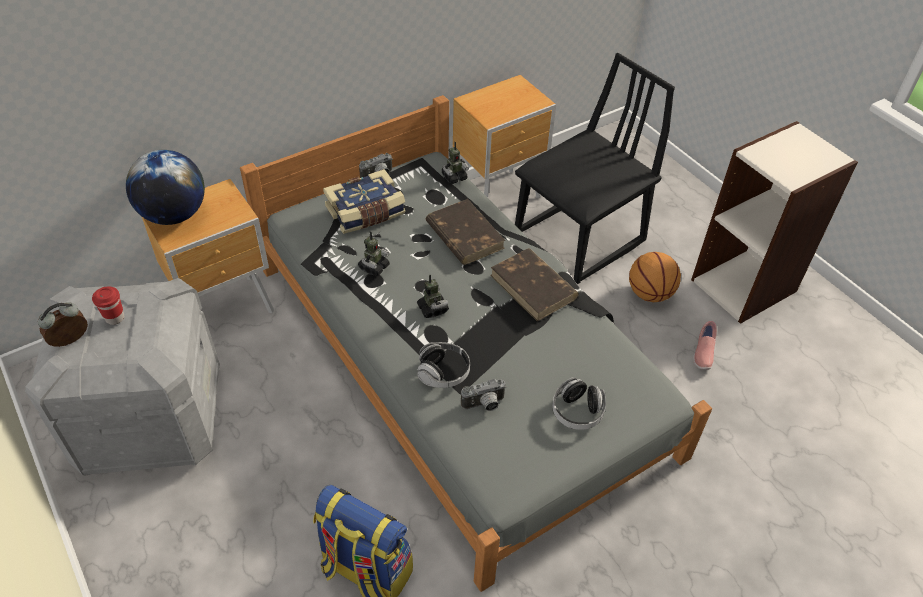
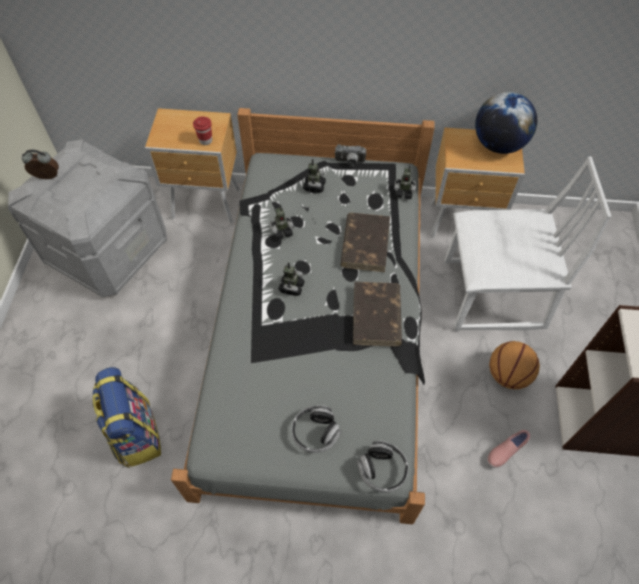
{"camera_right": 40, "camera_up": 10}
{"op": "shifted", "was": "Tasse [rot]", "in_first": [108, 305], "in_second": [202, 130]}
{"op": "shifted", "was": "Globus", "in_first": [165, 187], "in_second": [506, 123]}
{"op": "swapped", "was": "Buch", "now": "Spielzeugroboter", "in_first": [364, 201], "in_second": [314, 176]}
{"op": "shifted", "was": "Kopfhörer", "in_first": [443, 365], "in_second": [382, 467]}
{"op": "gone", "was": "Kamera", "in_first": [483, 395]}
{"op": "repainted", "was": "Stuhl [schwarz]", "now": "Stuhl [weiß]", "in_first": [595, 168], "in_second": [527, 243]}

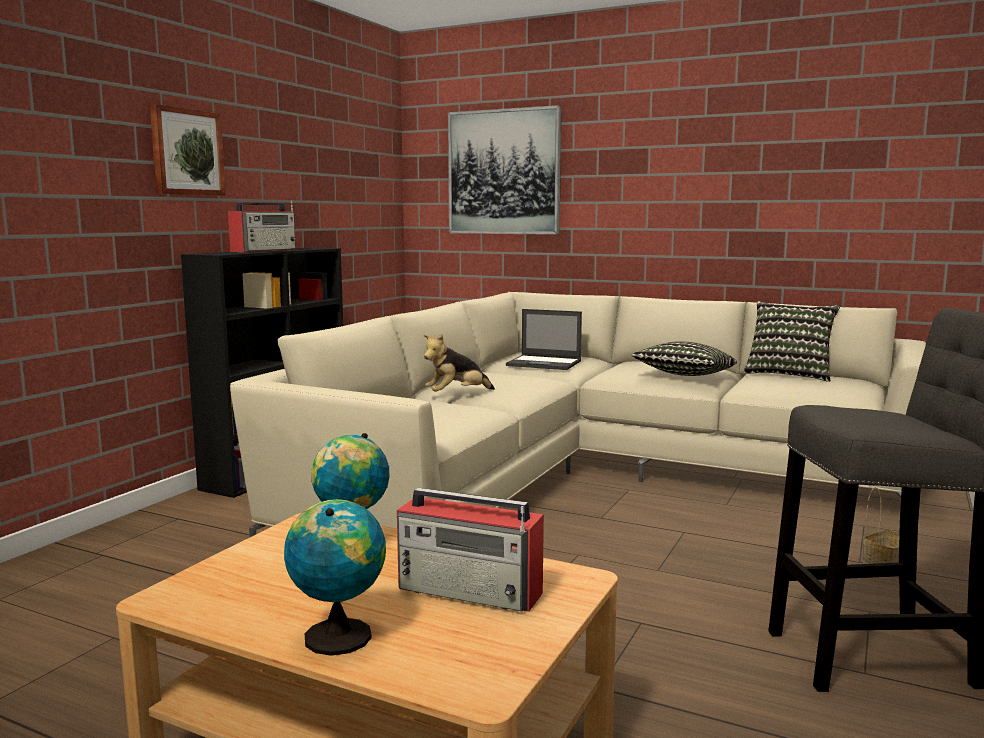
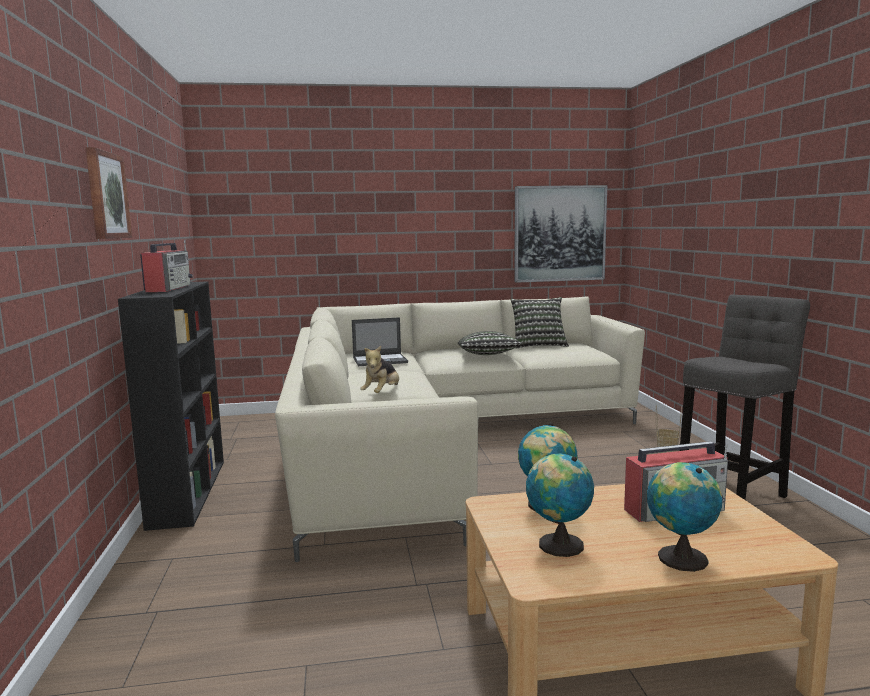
{"camera_right": -35, "camera_up": 0}
{"op": "shifted", "was": "Bild", "in_first": [505, 170], "in_second": [560, 234]}
{"op": "new", "now": "Globus", "in_second": [560, 505]}

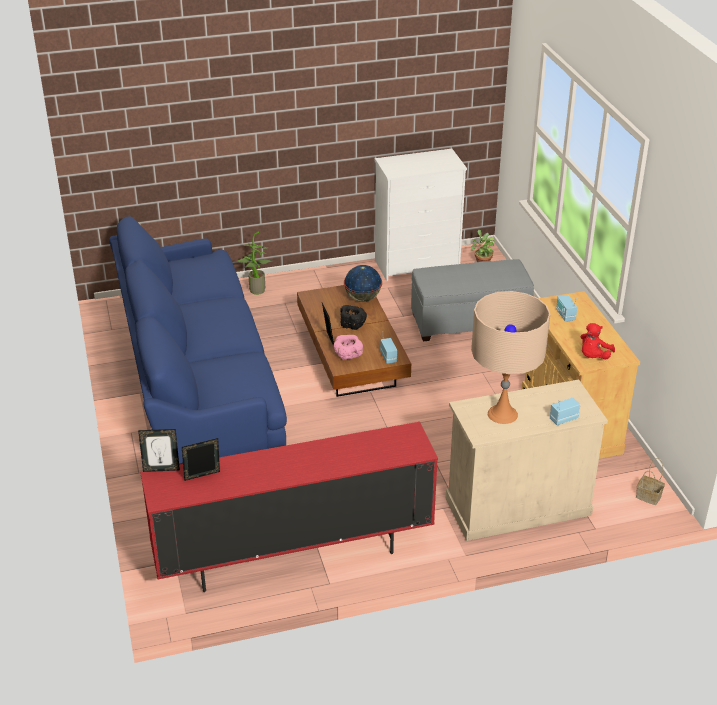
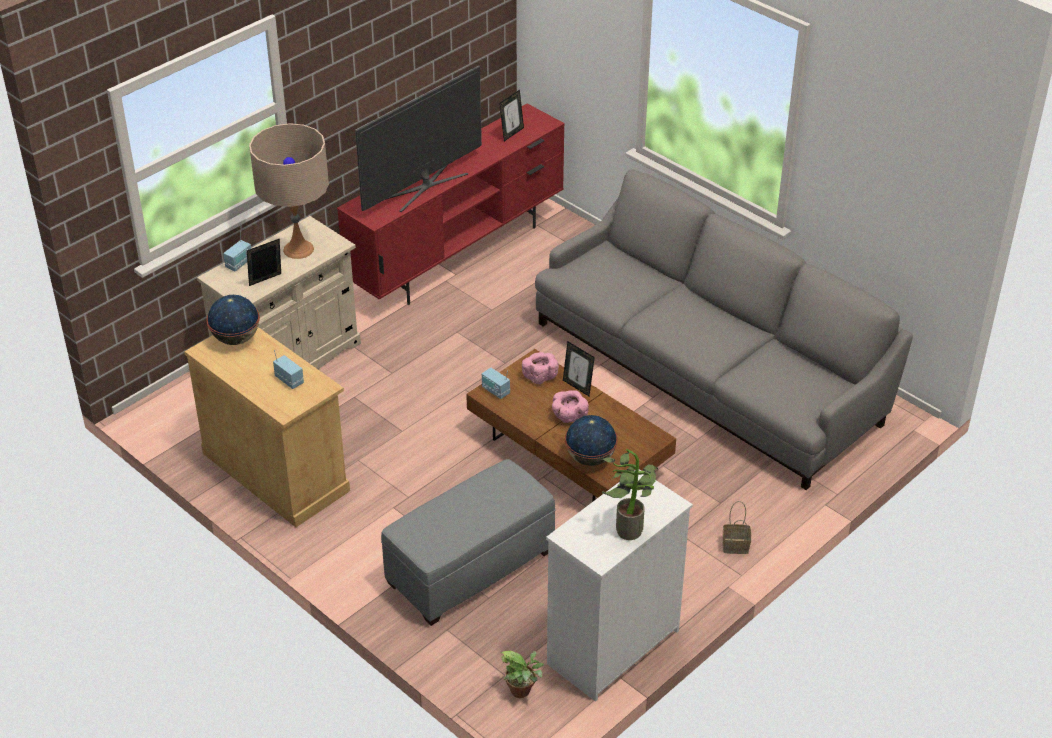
{"camera_right": 150, "camera_up": 5}
{"op": "repainted", "was": "Sofa [blau]", "now": "Sofa [grau]", "in_first": [198, 340], "in_second": [724, 329]}
{"op": "shifted", "was": "Bilderrahmen", "in_first": [159, 450], "in_second": [264, 262]}
{"op": "shifted", "was": "Topfpflanze", "in_first": [253, 263], "in_second": [629, 494]}
{"op": "repainted", "was": "Schüssel [schwarz]", "now": "Schüssel [rosa]", "in_first": [353, 317], "in_second": [570, 406]}
{"op": "swapped", "was": "Plüschtier [rot]", "now": "Globus", "in_first": [598, 341], "in_second": [233, 320]}
{"op": "shifted", "was": "Korb", "in_first": [650, 481], "in_second": [737, 527]}
{"op": "new", "now": "Fernseher", "in_second": [418, 139]}

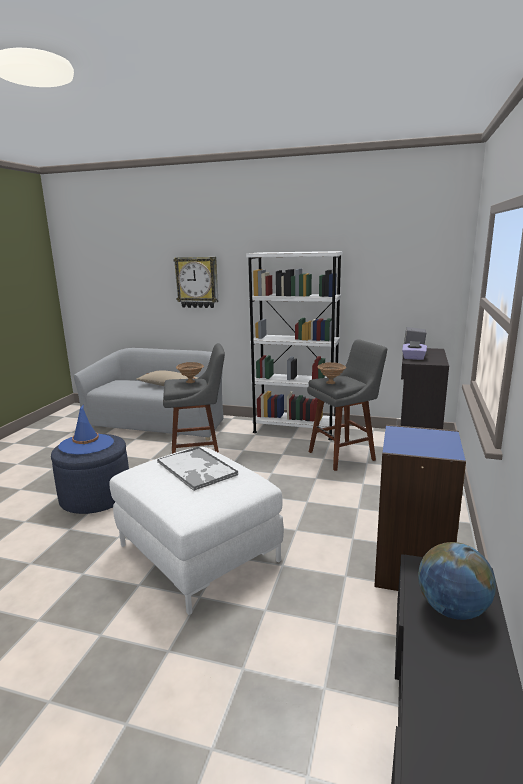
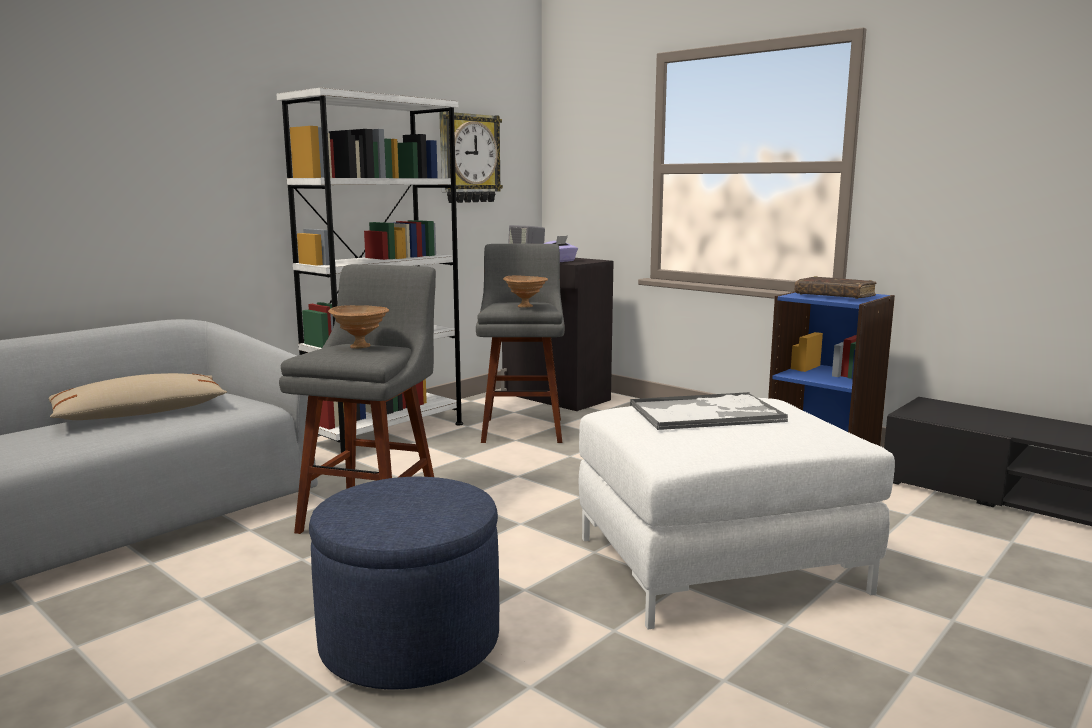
{"camera_right": -65, "camera_up": -5}
{"op": "gone", "was": "Hut [blau]", "in_first": [86, 429]}
{"op": "shifted", "was": "Wanduhr", "in_first": [195, 282], "in_second": [471, 157]}
{"op": "gone", "was": "Globus", "in_first": [457, 581]}
{"op": "new", "now": "Buch [braun]", "in_second": [835, 287]}

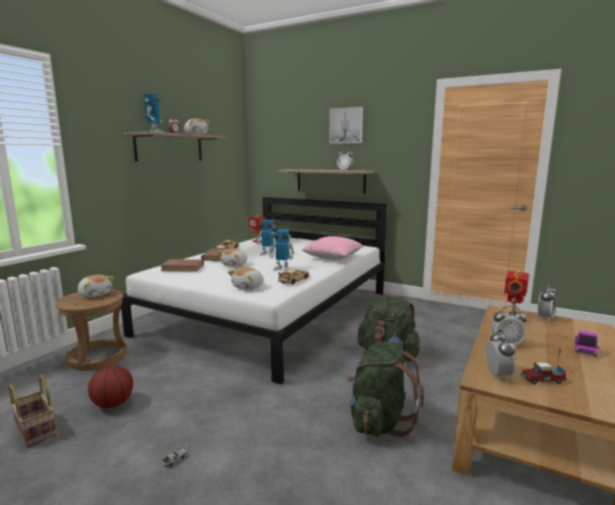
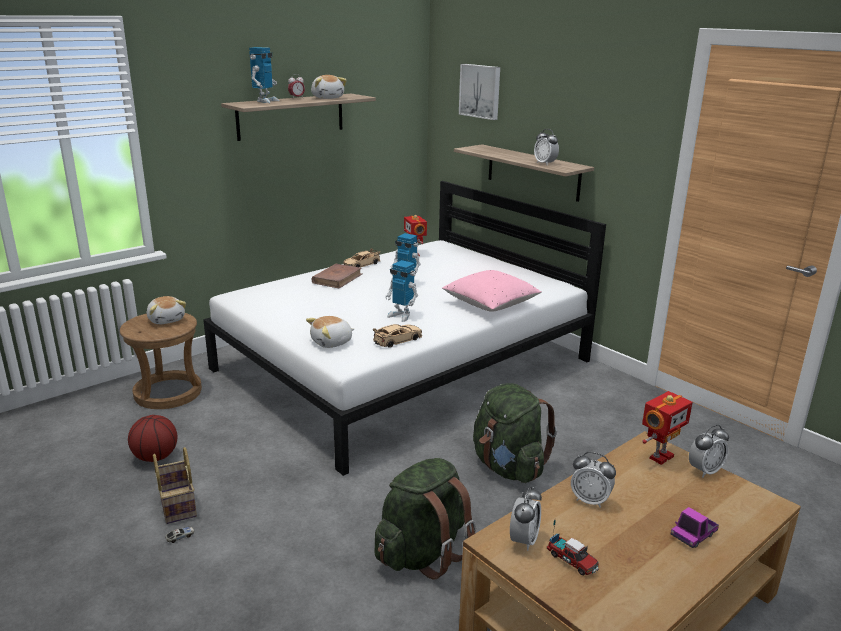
{"camera_right": 20, "camera_up": 10}
{"op": "shifted", "was": "Korb", "in_first": [33, 411], "in_second": [175, 485]}
{"op": "gone", "was": "Buch [braun]", "in_first": [182, 265]}
{"op": "gone", "was": "Plüschtier", "in_first": [232, 257]}
{"op": "shifted", "was": "Bild", "in_first": [346, 125], "in_second": [479, 92]}
{"op": "rotated", "was": "Spielzeuglaster", "in_first": [544, 366], "in_second": [573, 547], "clockwise": -150}

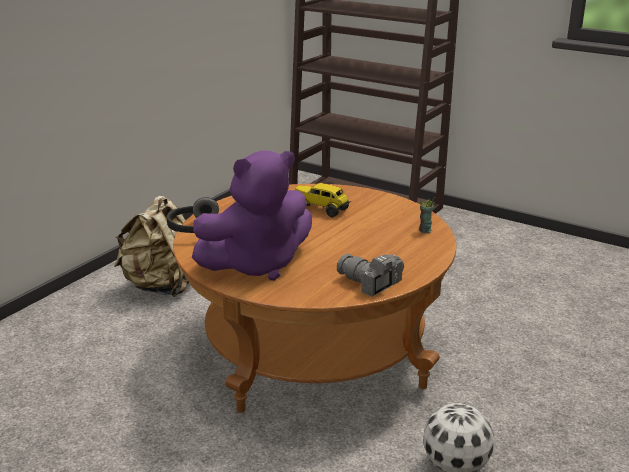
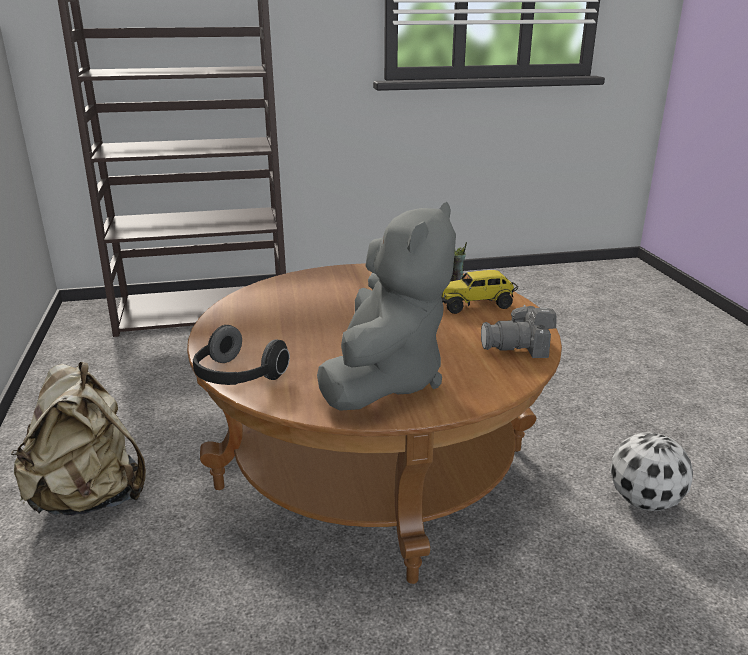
{"camera_right": -45, "camera_up": 0}
{"op": "repainted", "was": "Plüschtier [lila]", "now": "Plüschtier [grau]", "in_first": [252, 215], "in_second": [386, 306]}
{"op": "shifted", "was": "Spielzeuglaster", "in_first": [323, 200], "in_second": [479, 292]}

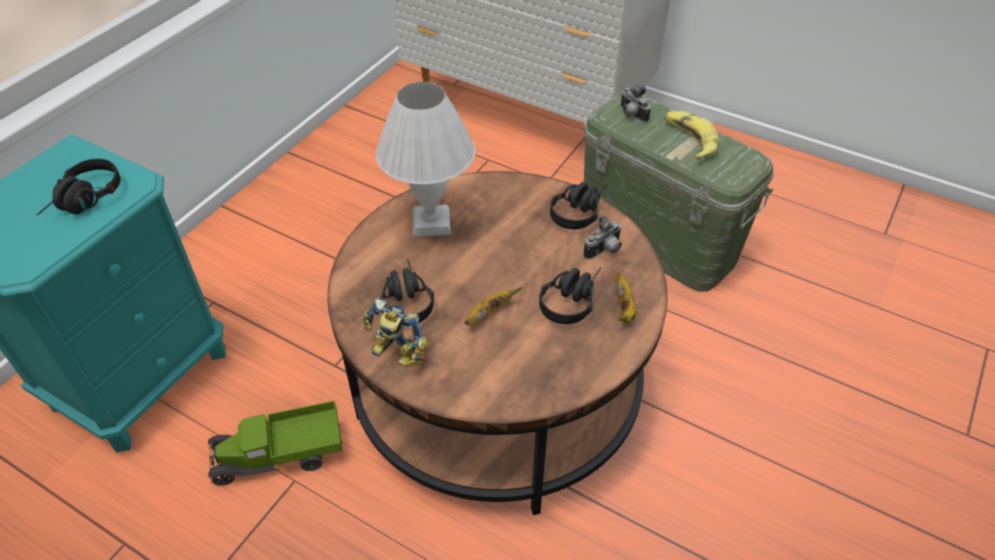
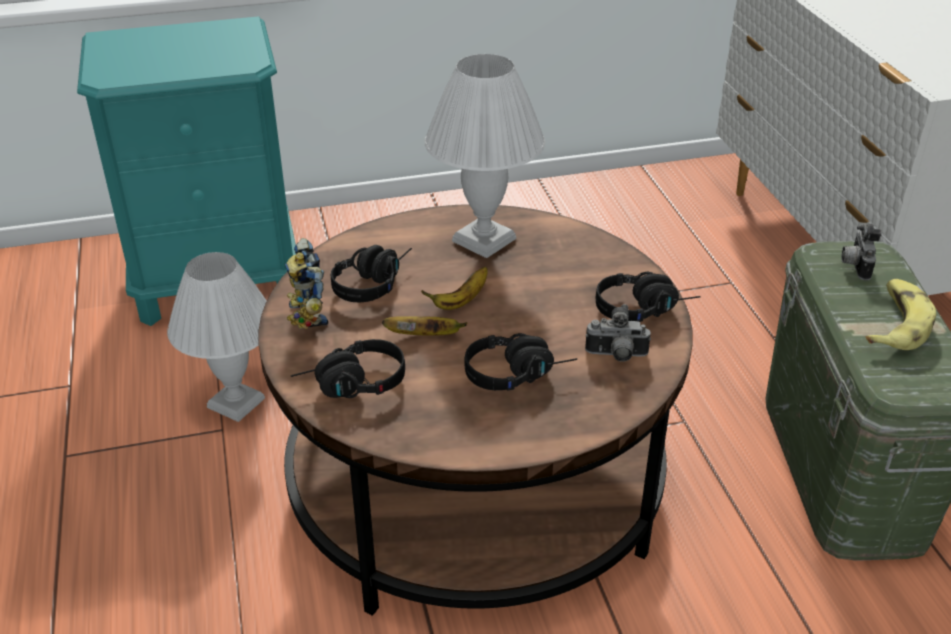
{"camera_right": 45, "camera_up": -10}
{"op": "shifted", "was": "Kopfhörer [schwarz]", "in_first": [79, 187], "in_second": [348, 368]}
{"op": "swapped", "was": "Spielzeuglaster", "now": "Tischlampe [weiß]", "in_first": [275, 443], "in_second": [217, 337]}
{"op": "shifted", "was": "Banane", "in_first": [625, 298], "in_second": [454, 288]}

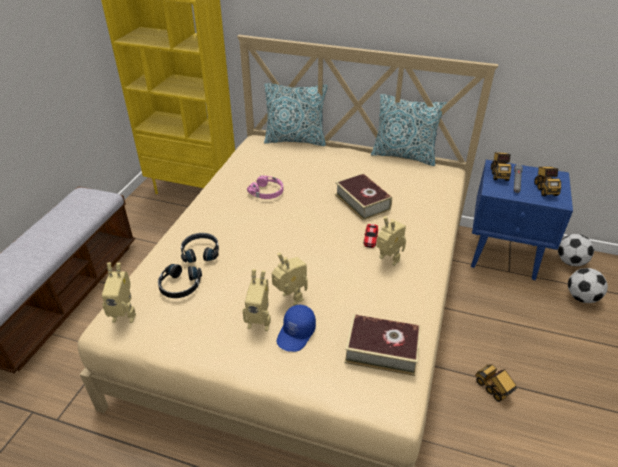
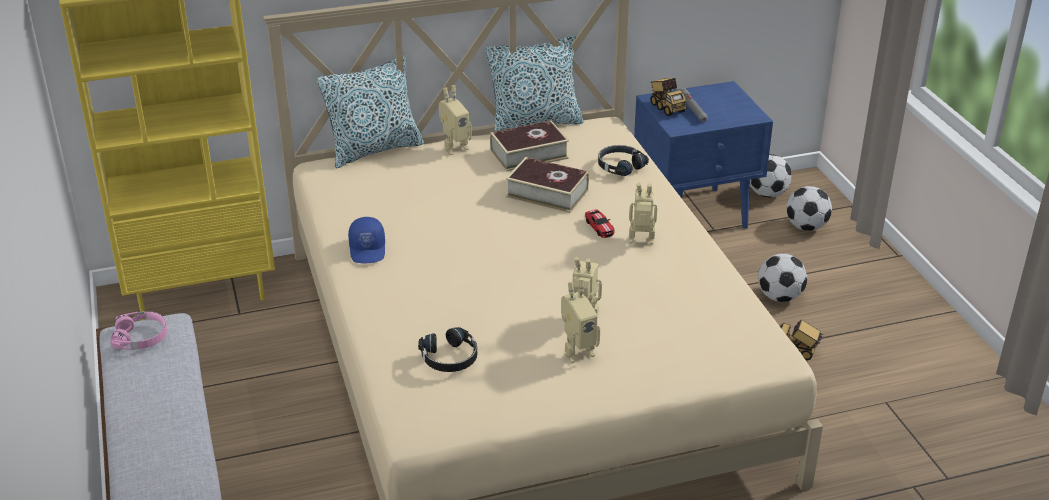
{"camera_right": -35, "camera_up": -5}
{"op": "shifted", "was": "Spielzeugroboter", "in_first": [119, 292], "in_second": [455, 120]}
{"op": "shifted", "was": "Kopfhörer [schwarz]", "in_first": [200, 247], "in_second": [623, 160]}
{"op": "shifted", "was": "Kopfhörer [rosa]", "in_first": [265, 187], "in_second": [138, 330]}
{"op": "shifted", "was": "Kappe [blau]", "in_first": [296, 328], "in_second": [366, 240]}
{"op": "shifted", "was": "Buch", "in_first": [383, 345], "in_second": [529, 145]}
{"op": "gone", "was": "Spielzeuglaster", "in_first": [547, 181]}
{"op": "new", "now": "Fußball", "in_second": [782, 278]}

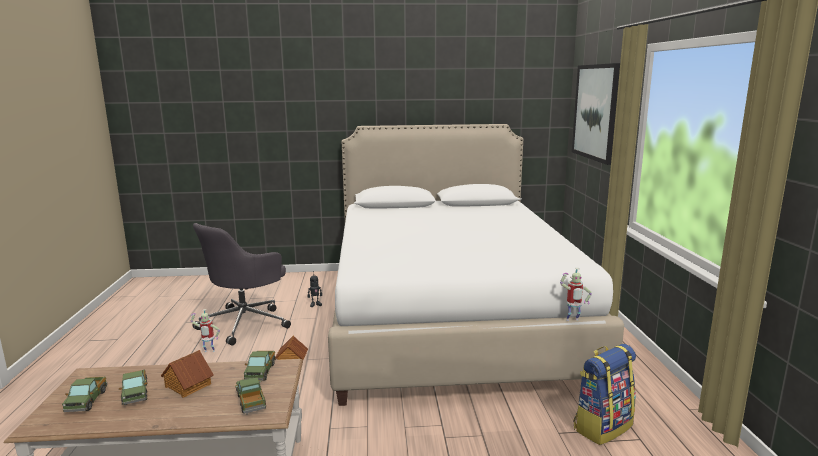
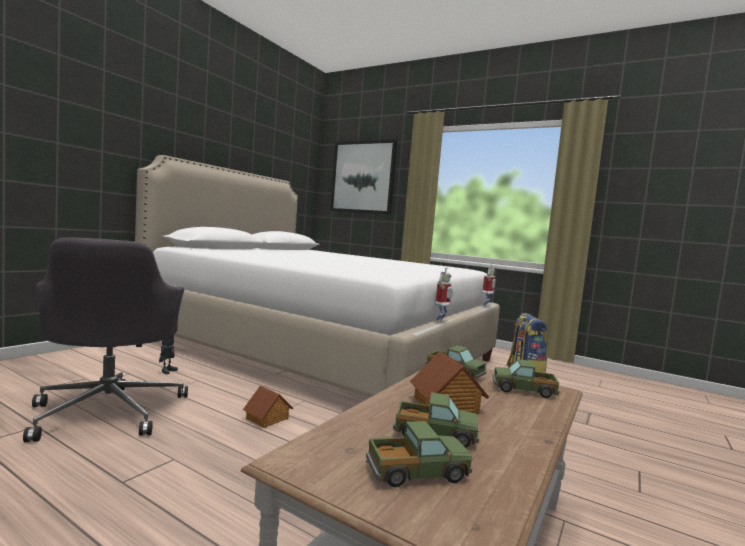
{"camera_right": -55, "camera_up": -10}
{"op": "rotated", "was": "Spielzeuglaster", "in_first": [84, 394], "in_second": [419, 454], "clockwise": -45}
{"op": "shifted", "was": "Spielzeugroboter", "in_first": [205, 330], "in_second": [444, 295]}

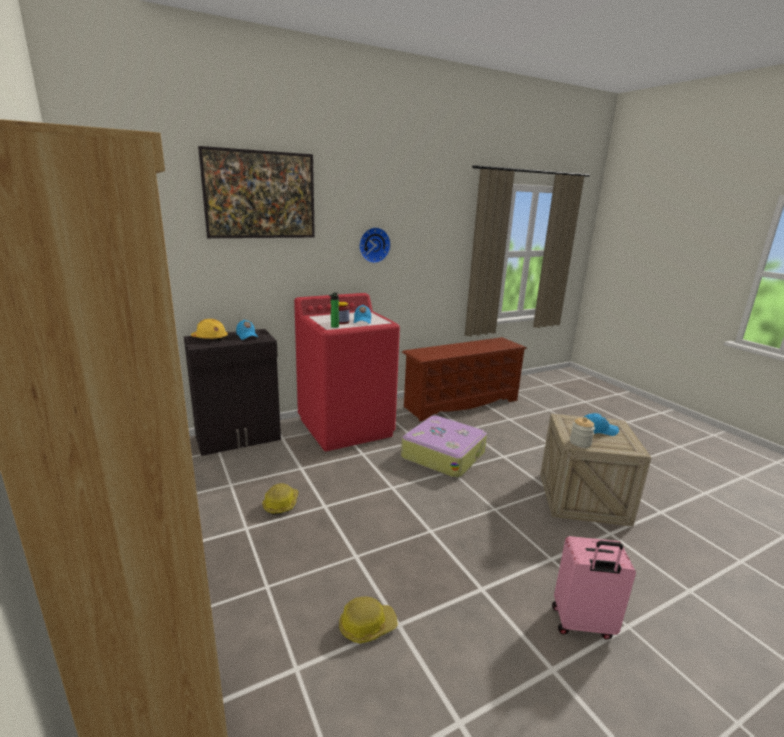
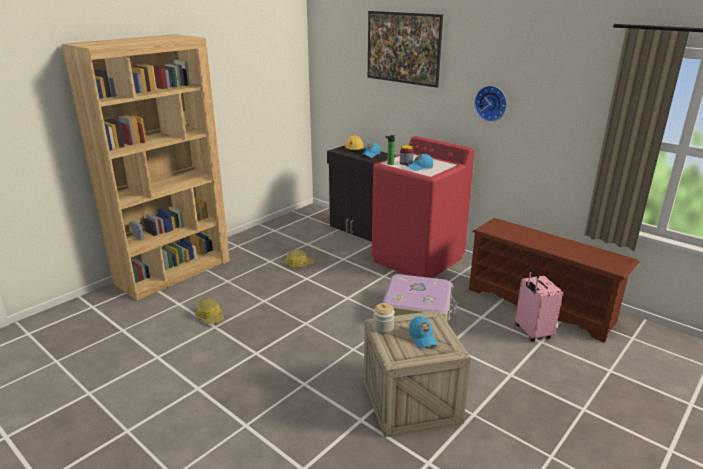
{"camera_right": 70, "camera_up": 5}
{"op": "shifted", "was": "Koffer [rosa]", "in_first": [594, 588], "in_second": [539, 305]}

